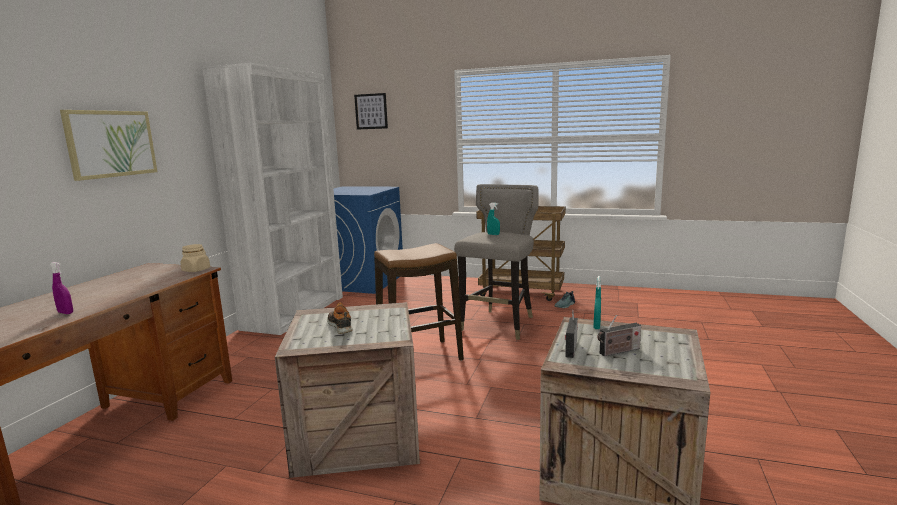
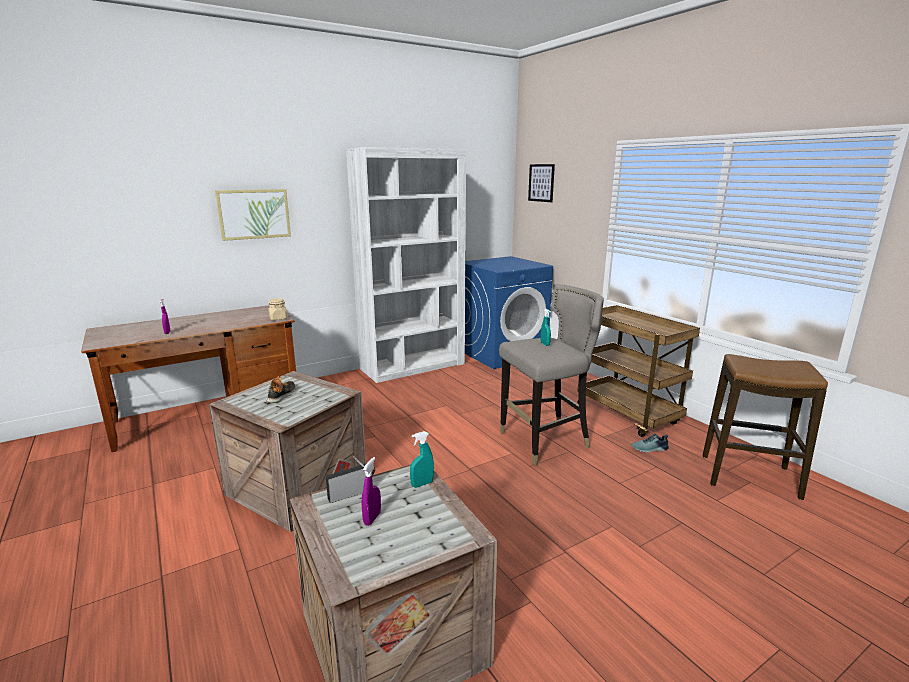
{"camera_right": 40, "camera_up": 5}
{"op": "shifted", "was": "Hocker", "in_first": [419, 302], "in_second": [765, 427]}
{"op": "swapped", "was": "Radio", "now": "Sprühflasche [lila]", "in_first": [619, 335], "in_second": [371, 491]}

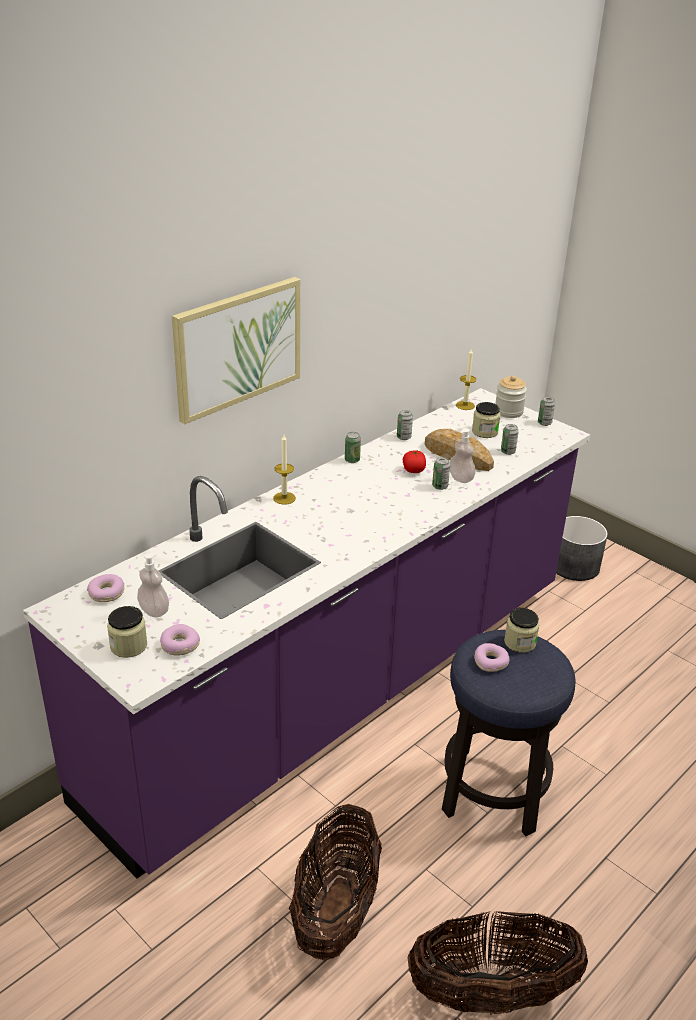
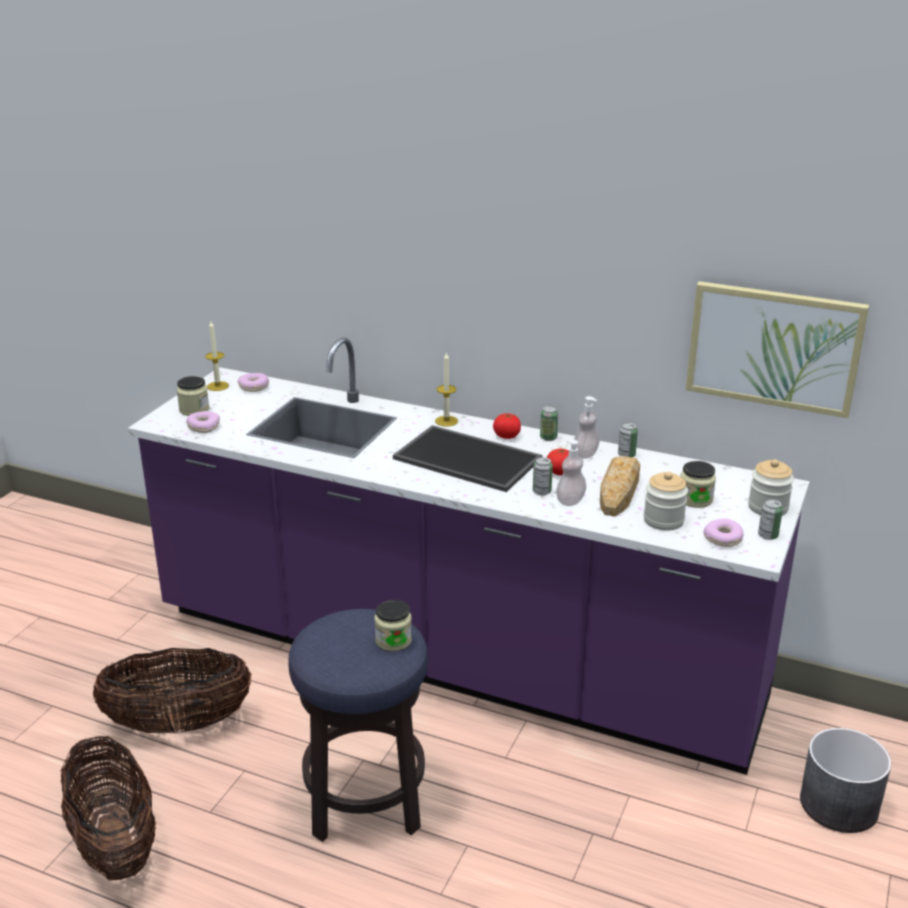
{"camera_right": 70, "camera_up": -5}
{"op": "shifted", "was": "Seifenspender", "in_first": [153, 585], "in_second": [587, 427]}
{"op": "shifted", "was": "Bild", "in_first": [236, 350], "in_second": [777, 349]}
{"op": "shifted", "was": "Kerze", "in_first": [466, 379], "in_second": [217, 356]}
{"op": "shifted", "was": "Donut", "in_first": [491, 657], "in_second": [723, 532]}
{"op": "swapped", "was": "Dose", "now": "Vorratsglas", "in_first": [510, 439], "in_second": [666, 501]}
{"op": "new", "now": "Tablett", "in_second": [467, 458]}
{"op": "new", "now": "Tomate", "in_second": [507, 426]}

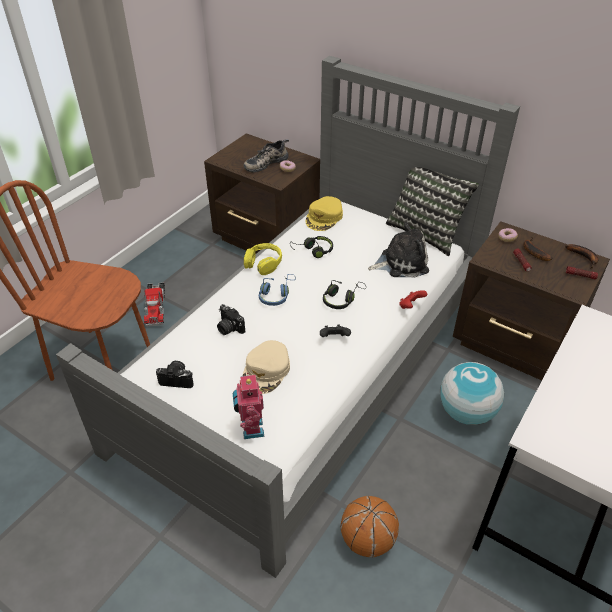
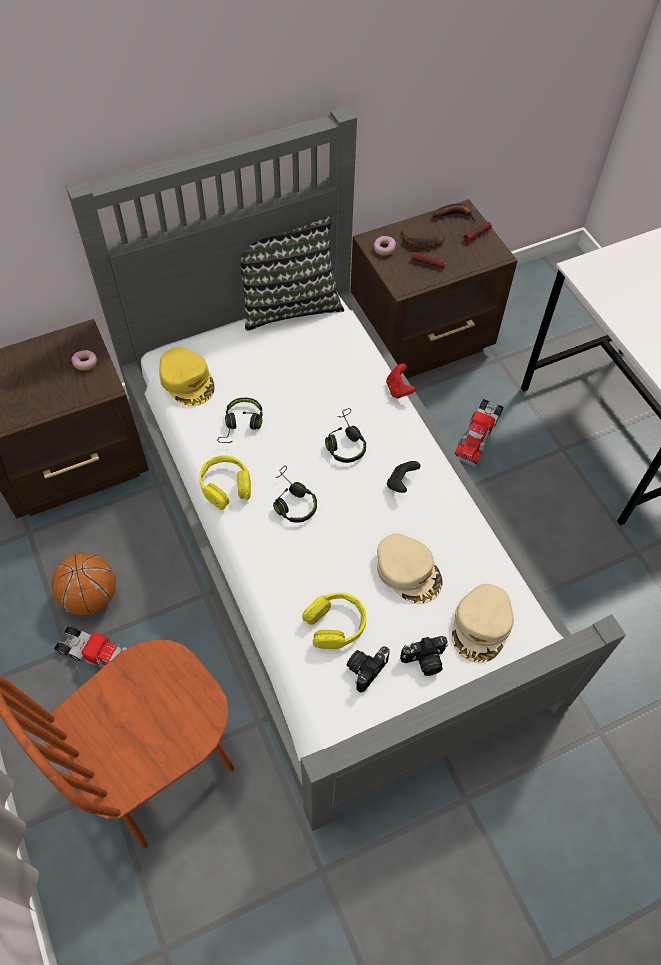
{"camera_right": -60, "camera_up": 15}
{"op": "shifted", "was": "Kamera", "in_first": [231, 319], "in_second": [424, 656]}
{"op": "swapped", "was": "Spielzeugroboter", "now": "Kappe [beige]", "in_first": [249, 406], "in_second": [483, 623]}
{"op": "gone", "was": "Schuh", "in_first": [266, 155]}
{"op": "repainted", "was": "Kopfhörer [blau]", "now": "Kopfhörer [schwarz]", "in_first": [277, 290], "in_second": [295, 494]}
{"op": "shifted", "was": "Basketball", "in_first": [369, 527], "in_second": [83, 584]}
{"op": "gone", "was": "Plüschtier", "in_first": [398, 250]}
{"op": "swapped", "was": "Globus", "now": "Spielzeuglaster", "in_first": [472, 393], "in_second": [479, 432]}
{"op": "new", "now": "Kopfhörer [gelb]", "in_second": [334, 621]}

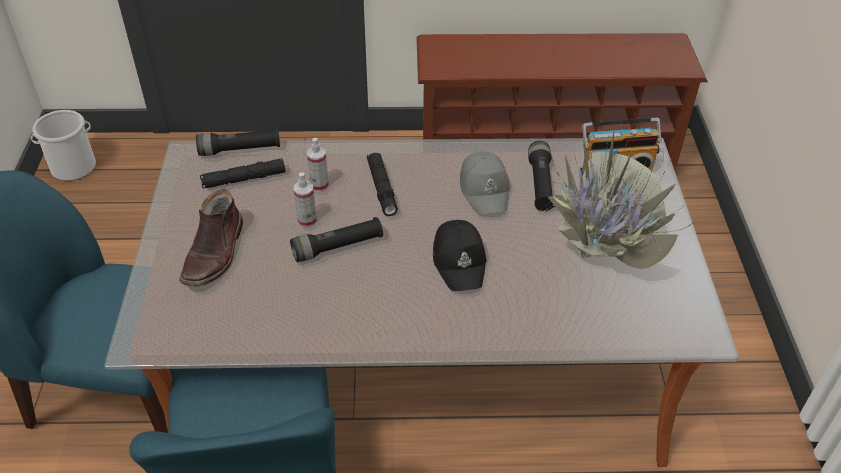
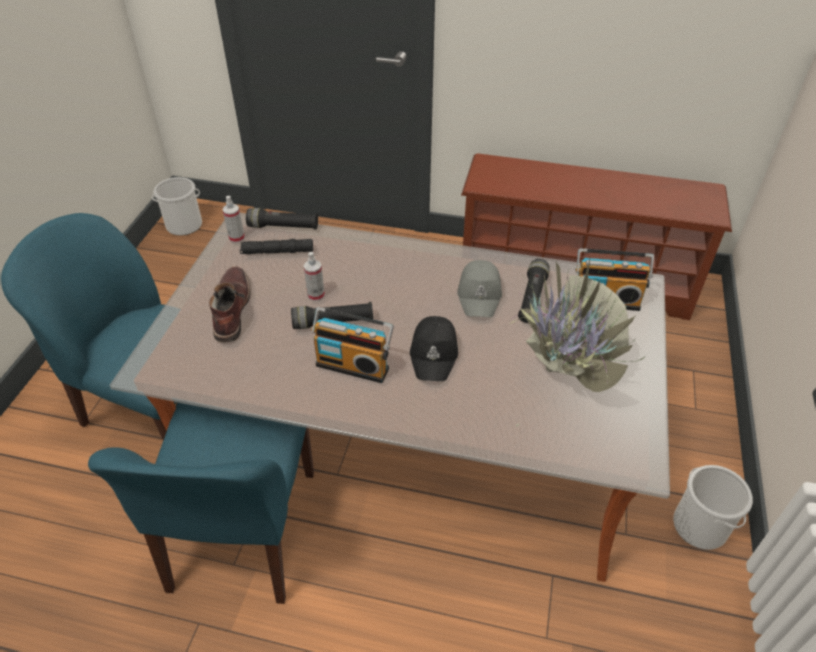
{"camera_right": 15, "camera_up": 0}
{"op": "rotated", "was": "Stiefel [braun]", "in_first": [211, 238], "in_second": [229, 304], "clockwise": 150}
{"op": "shifted", "was": "Sprühflasche", "in_first": [318, 165], "in_second": [234, 219]}
{"op": "gone", "was": "Taschenlampe [schwarz]", "in_first": [382, 184]}
{"op": "new", "now": "Radio", "in_second": [352, 345]}
{"op": "new", "now": "Eimer", "in_second": [713, 507]}

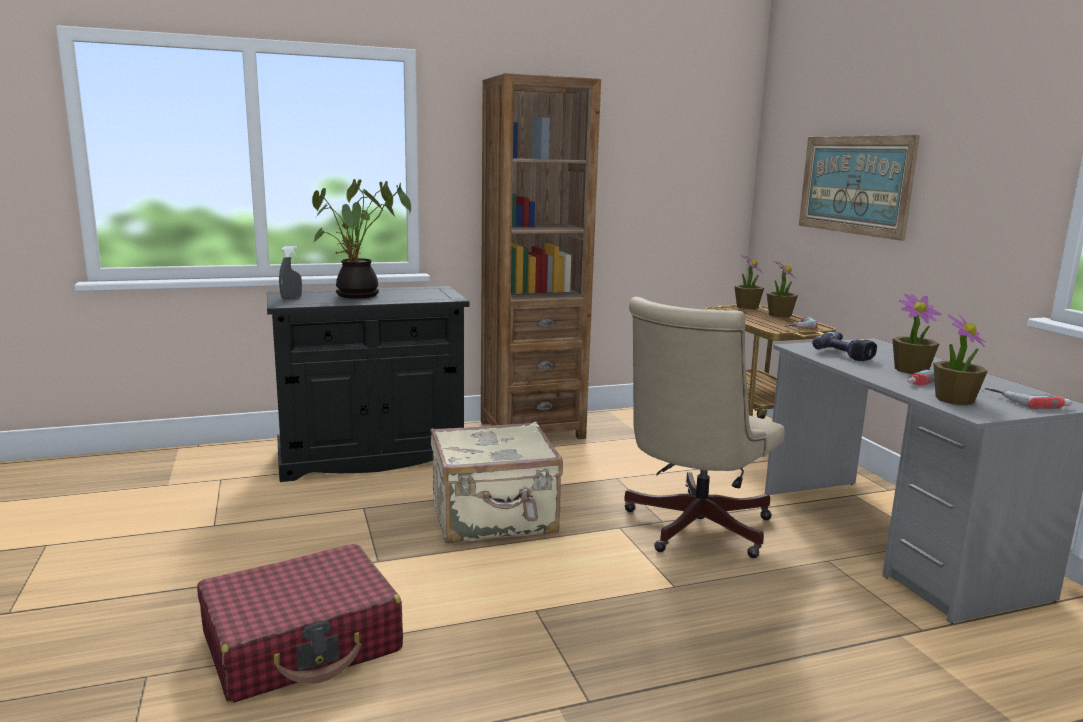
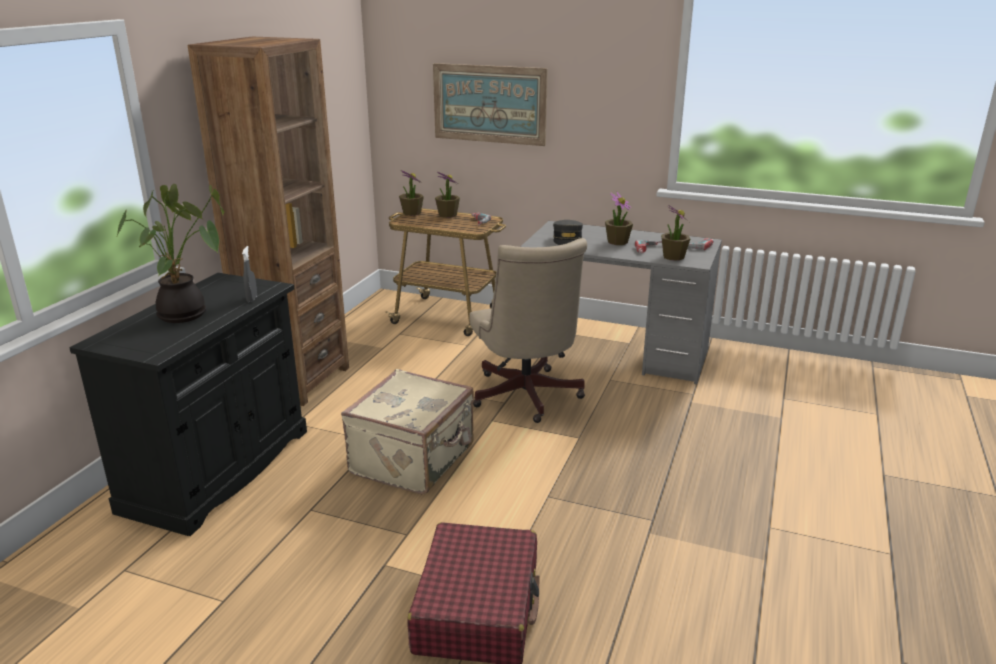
{"camera_right": -50, "camera_up": 10}
{"op": "shifted", "was": "Sprühflasche [grau]", "in_first": [290, 272], "in_second": [249, 274]}
{"op": "swapped", "was": "Bohrmaschine", "now": "Kappe [grau]", "in_first": [844, 346], "in_second": [568, 232]}

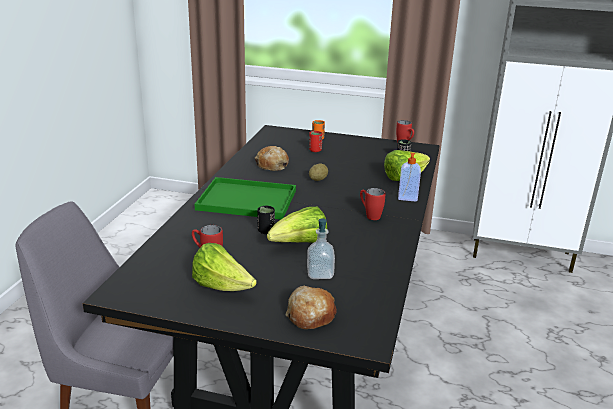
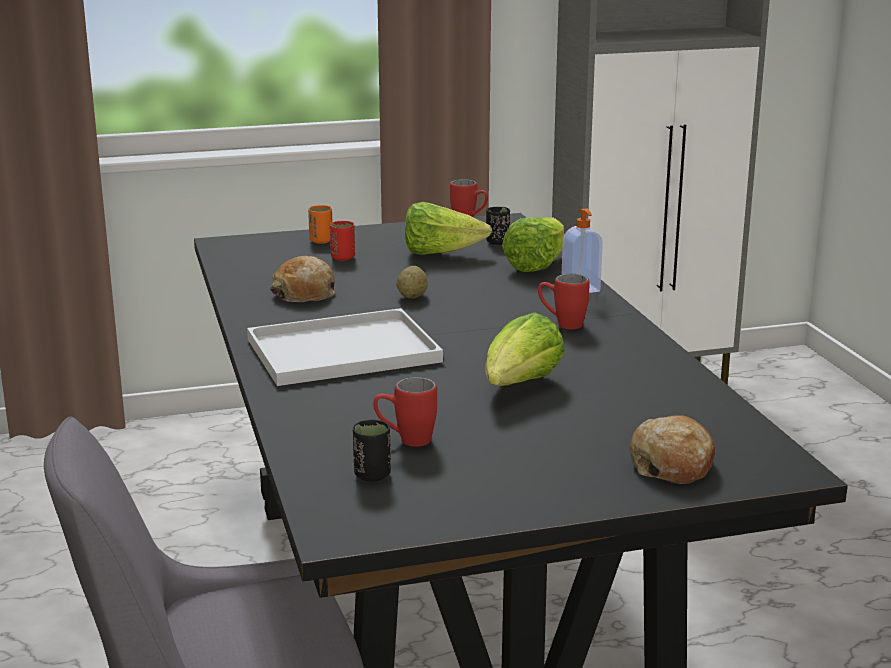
{"camera_right": -30, "camera_up": -5}
{"op": "shifted", "was": "Salatkopf", "in_first": [224, 267], "in_second": [448, 228]}
{"op": "repainted", "was": "Tablett [grün]", "now": "Tablett [weiß]", "in_first": [245, 198], "in_second": [345, 347]}
{"op": "shifted", "was": "Tasse [schwarz]", "in_first": [266, 220], "in_second": [372, 451]}
{"op": "gone", "was": "Seifenspender", "in_first": [321, 248]}

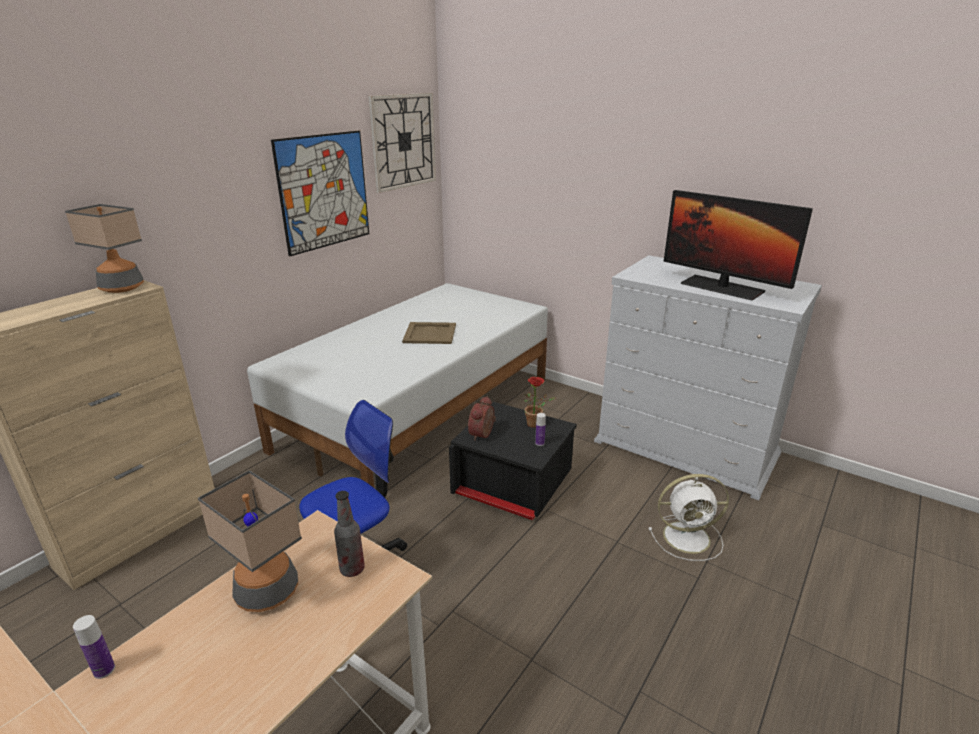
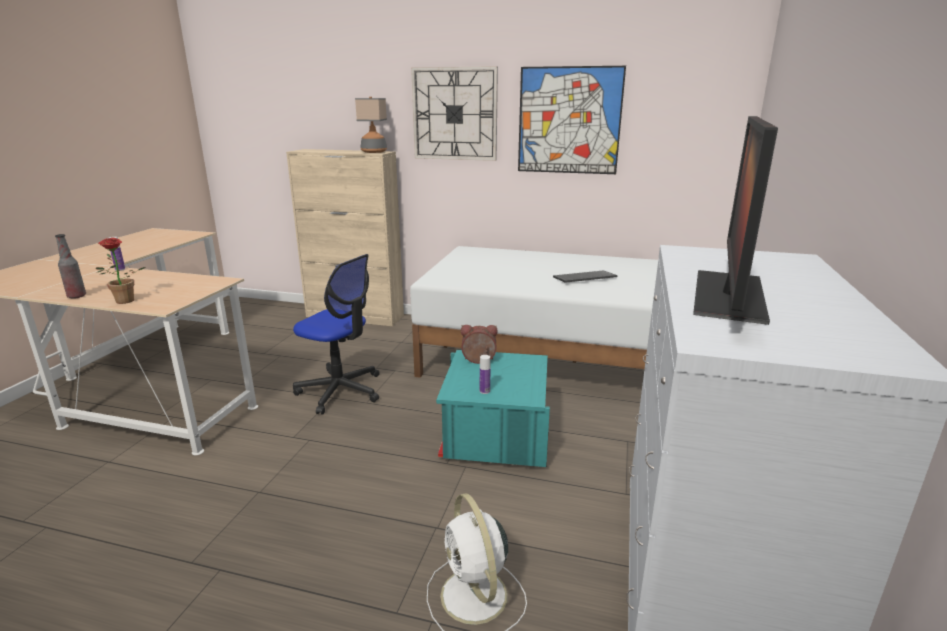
{"camera_right": 70, "camera_up": -5}
{"op": "gone", "was": "Tischlampe", "in_first": [250, 541]}
{"op": "shifted", "was": "Flasche", "in_first": [349, 534], "in_second": [70, 266]}
{"op": "shifted", "was": "Wanduhr", "in_first": [402, 143], "in_second": [454, 113]}
{"op": "swapped", "was": "Tablett [beige]", "now": "Tastatur", "in_first": [429, 333], "in_second": [585, 276]}
{"op": "repainted", "was": "Aufbewahrungsbox [schwarz]", "now": "Aufbewahrungsbox [türkis]", "in_first": [513, 461], "in_second": [493, 408]}
{"op": "shifted", "was": "Topfpflanze", "in_first": [539, 402], "in_second": [120, 270]}

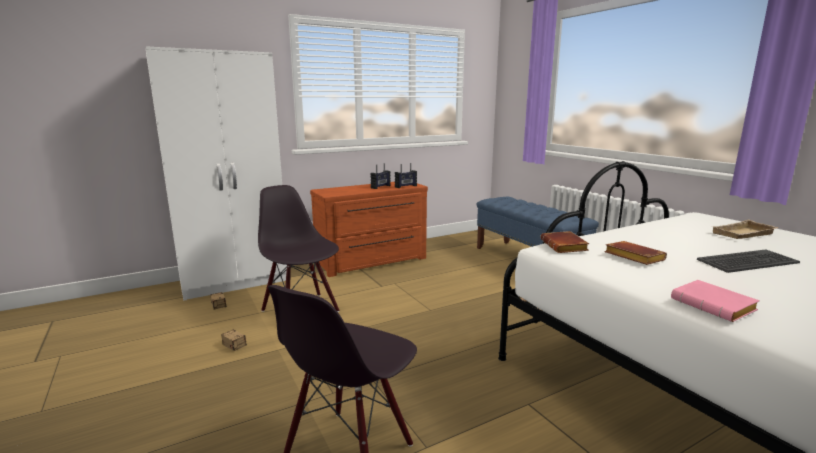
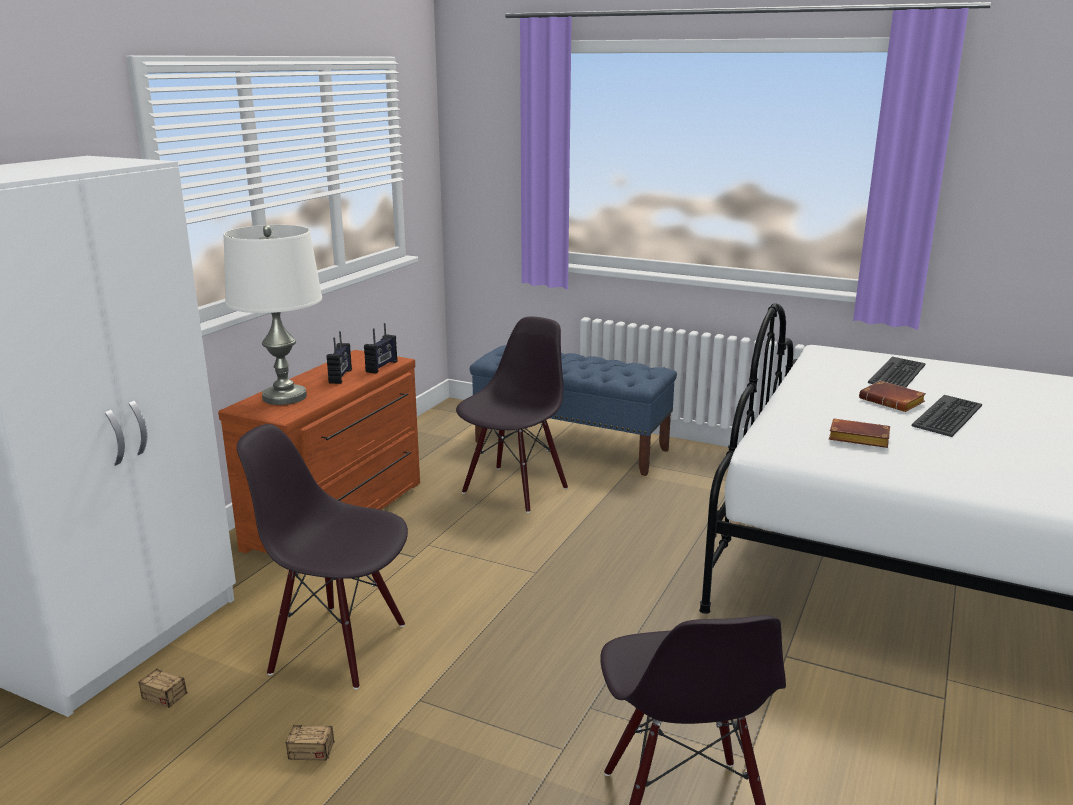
{"camera_right": -35, "camera_up": 5}
{"op": "shifted", "was": "Buch [braun]", "in_first": [565, 242], "in_second": [892, 396]}
{"op": "gone", "was": "Buch [rosa]", "in_first": [715, 301]}
{"op": "swapped", "was": "Tablett [beige]", "now": "Tastatur", "in_first": [745, 229], "in_second": [896, 372]}
{"op": "new", "now": "Tischlampe [weiß]", "in_second": [273, 315]}
{"op": "new", "now": "Stuhl [schwarz]", "in_second": [512, 414]}

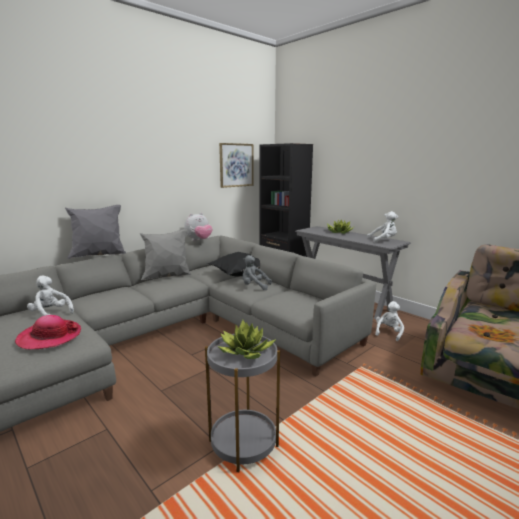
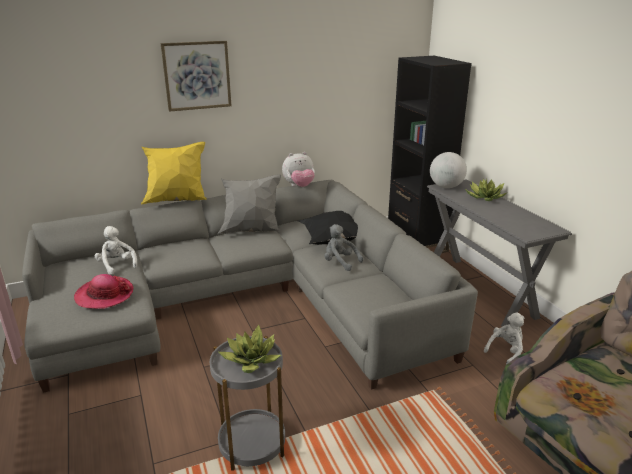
{"camera_right": 20, "camera_up": 10}
{"op": "repainted", "was": "Kissen [grau]", "now": "Kissen [gelb]", "in_first": [95, 232], "in_second": [174, 173]}
{"op": "shifted", "was": "Bild", "in_first": [236, 165], "in_second": [196, 76]}
{"op": "gone", "was": "Plüschtier [weiß]", "in_first": [382, 227]}
{"op": "new", "now": "Globus", "in_second": [448, 170]}

